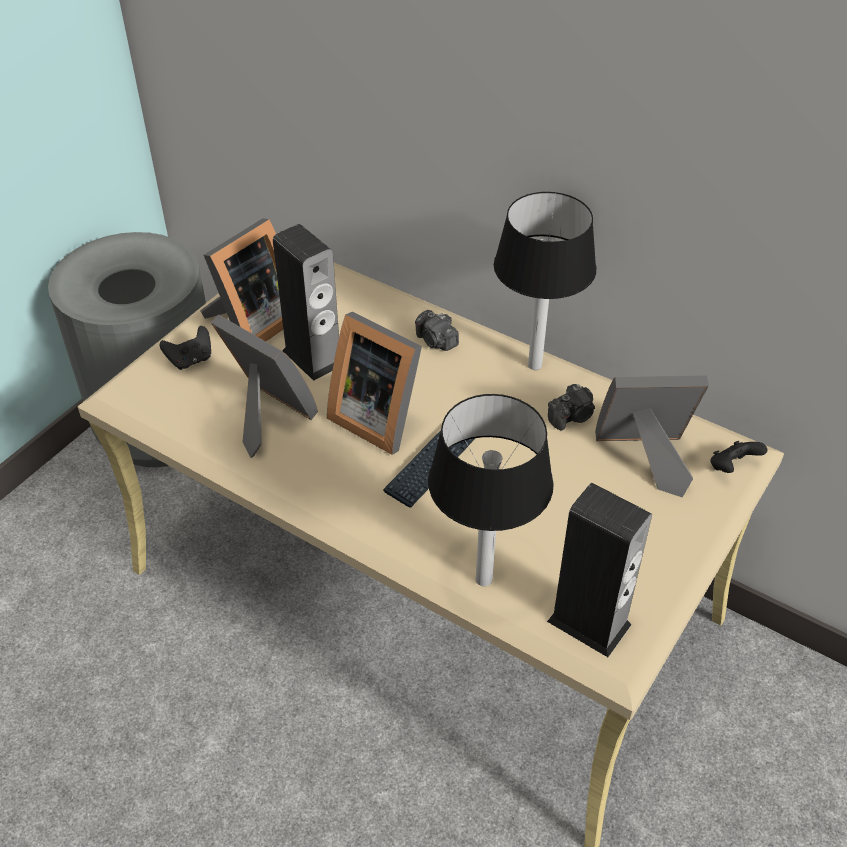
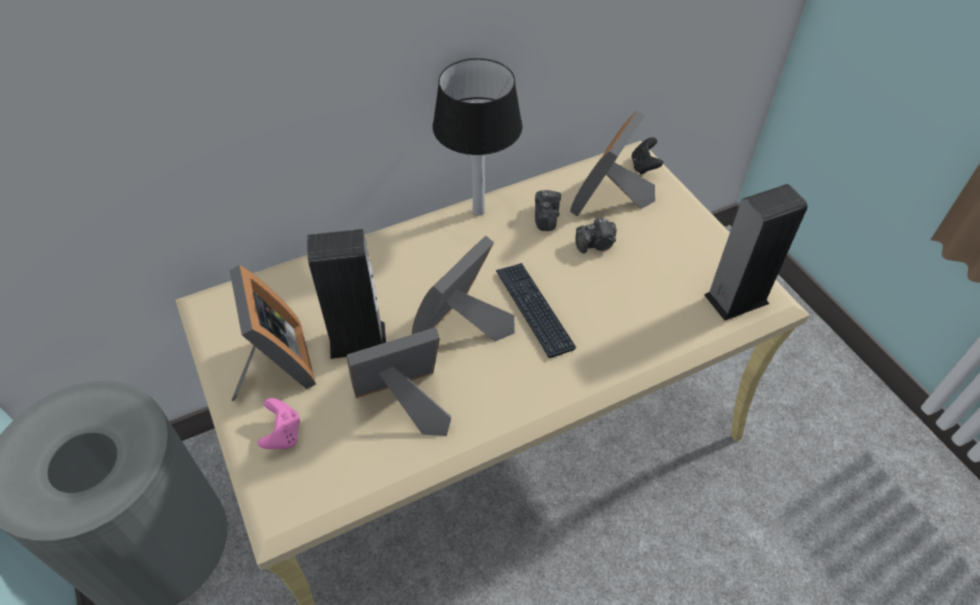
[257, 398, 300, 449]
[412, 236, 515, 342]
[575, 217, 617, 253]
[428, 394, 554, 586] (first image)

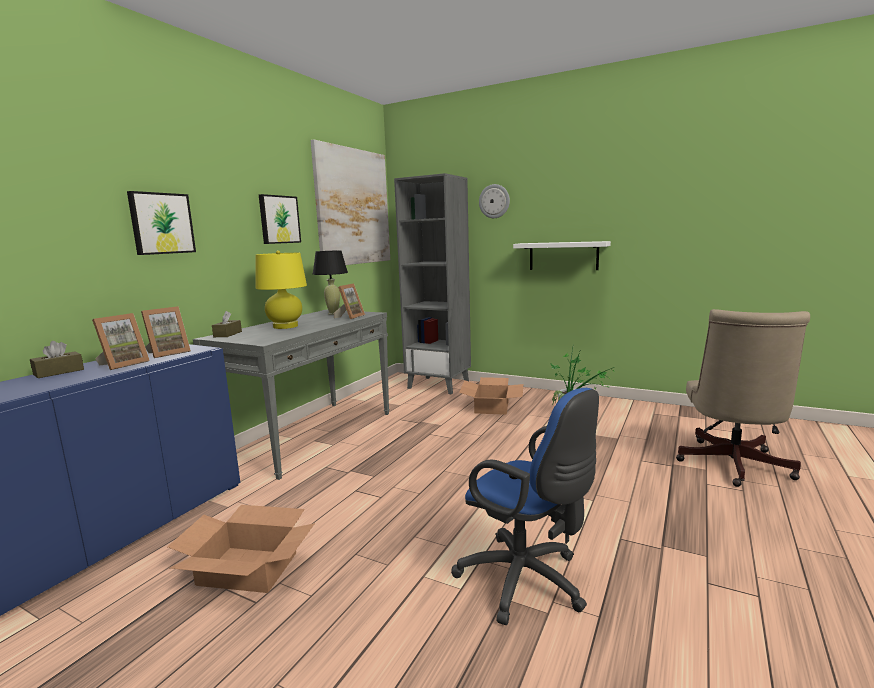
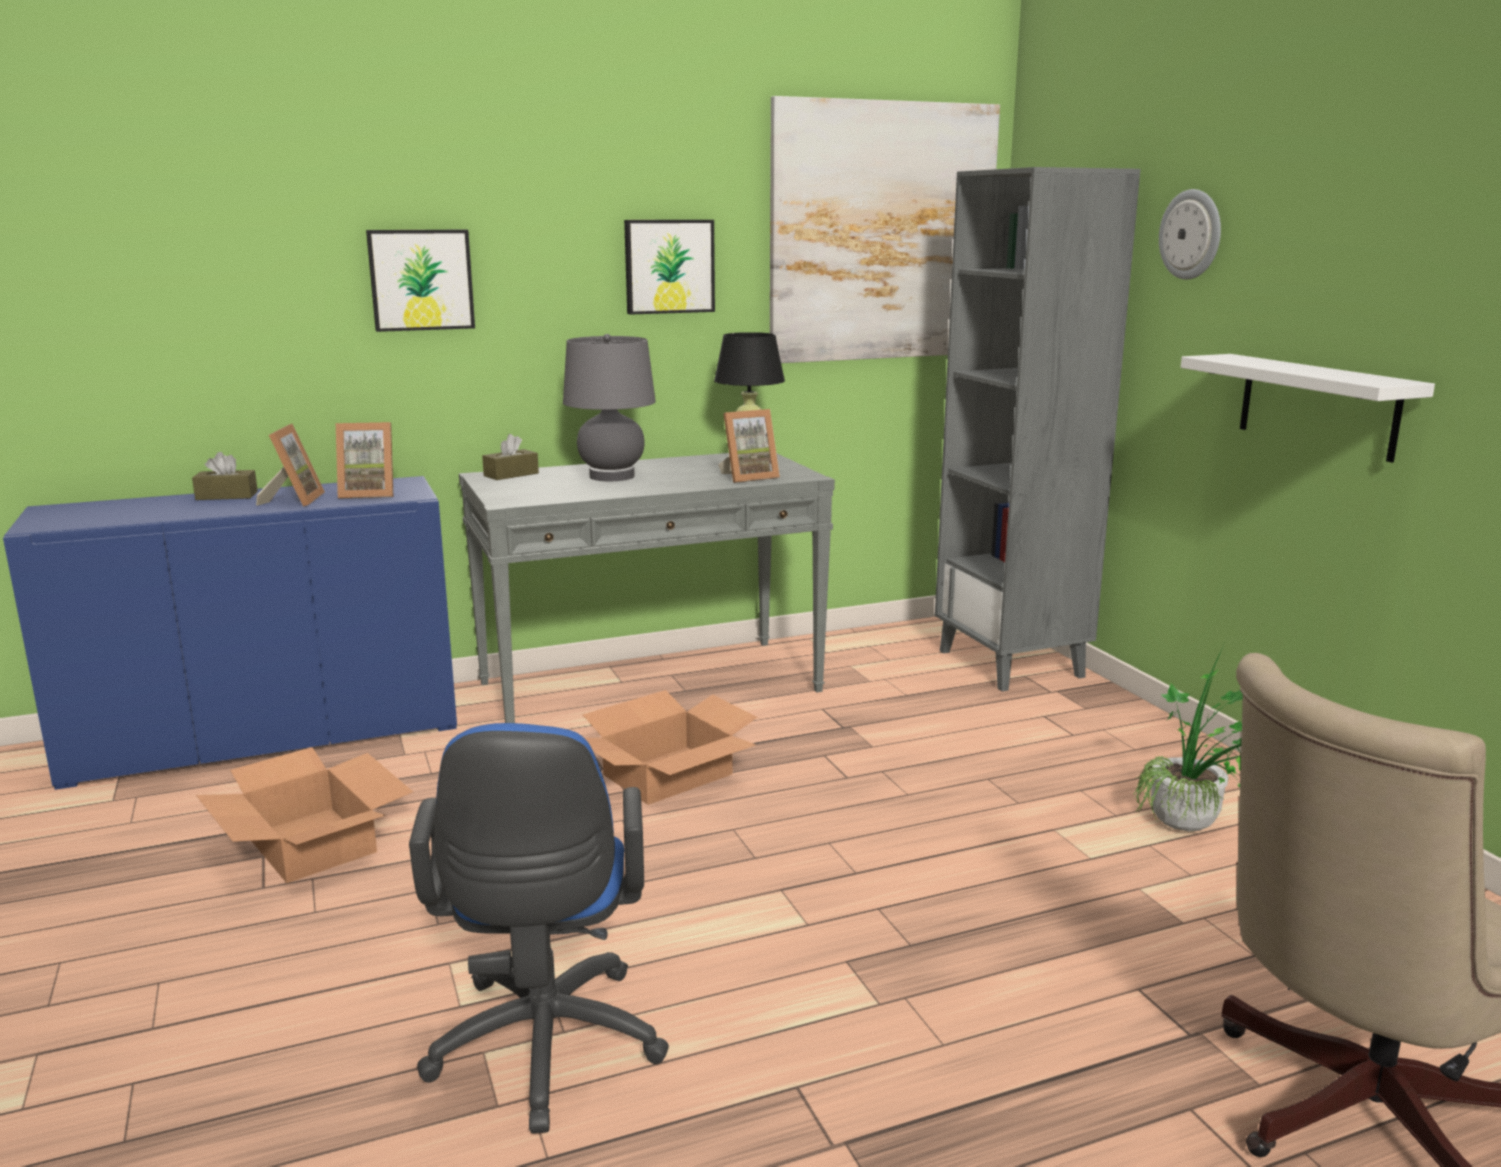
[256, 424, 325, 507]
[563, 334, 656, 481]
[582, 690, 757, 805]

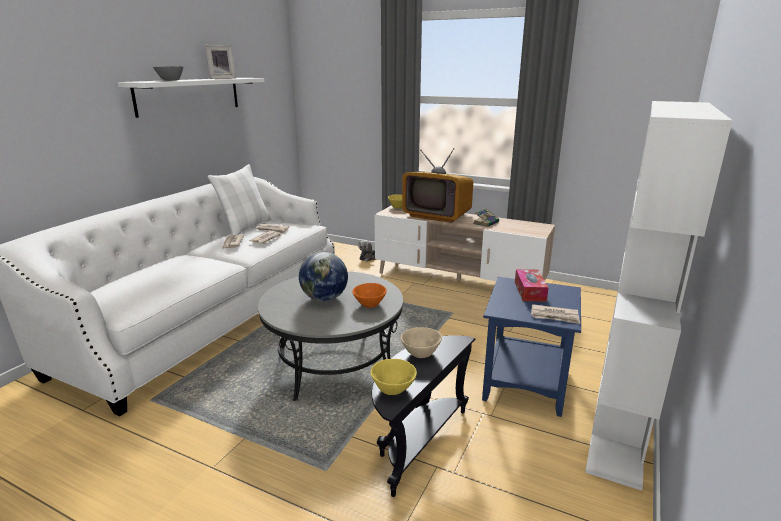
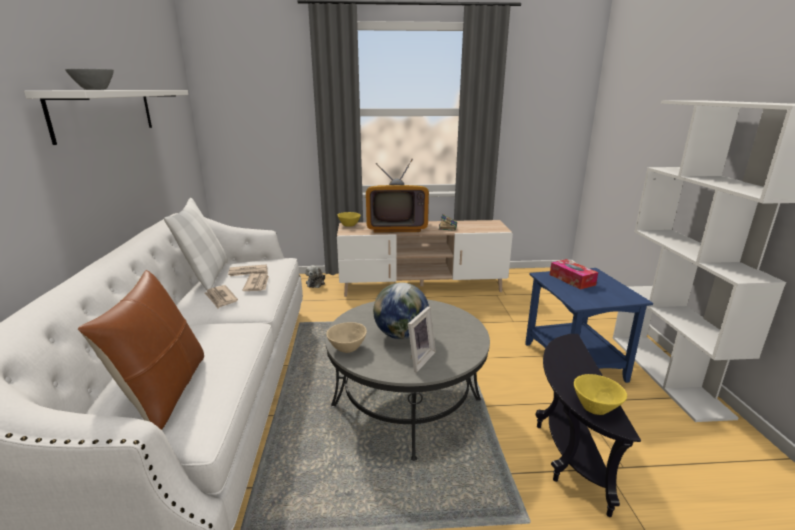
[408, 306, 436, 372]
[352, 283, 387, 308] (first image)
[326, 322, 367, 353]
[531, 304, 580, 324] (first image)
[78, 270, 204, 430]

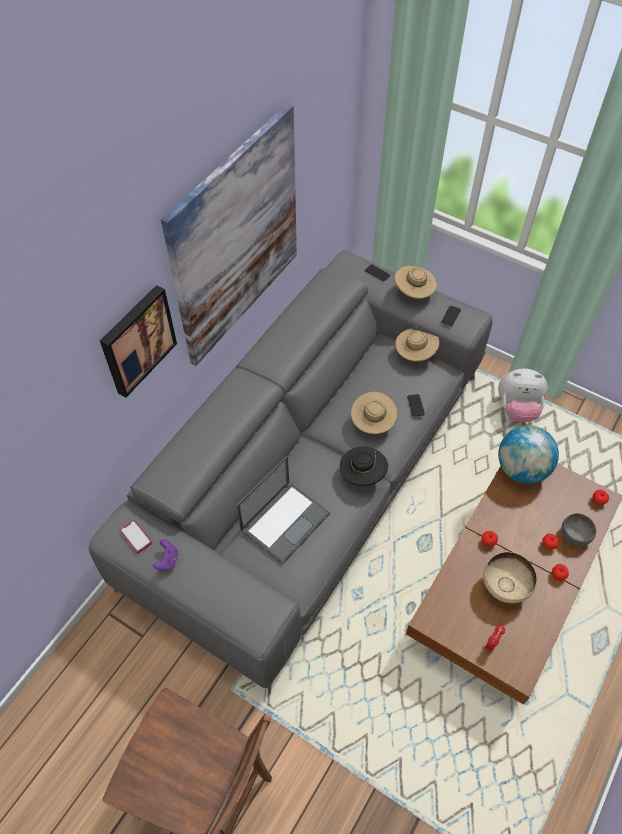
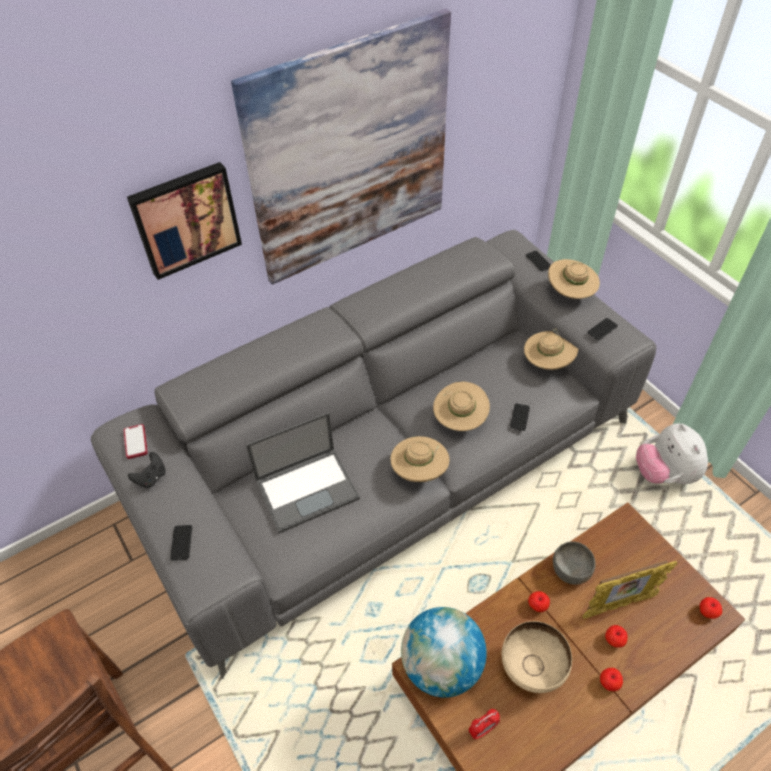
[128, 452, 166, 488]
[390, 436, 450, 482]
[636, 424, 708, 484]
[401, 607, 487, 698]
[553, 541, 596, 584]
[170, 525, 192, 561]
[582, 560, 677, 619]

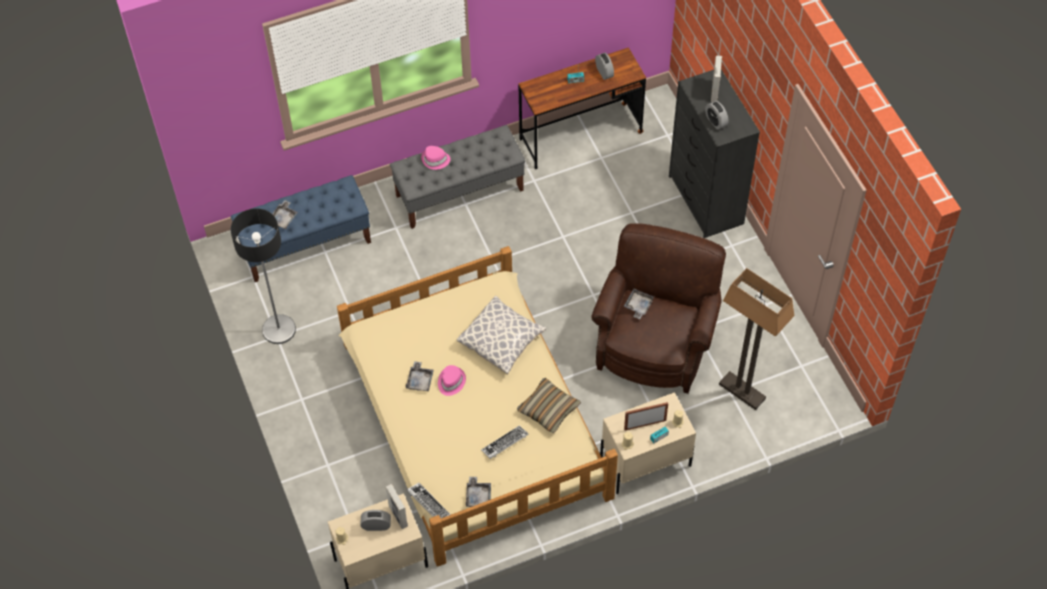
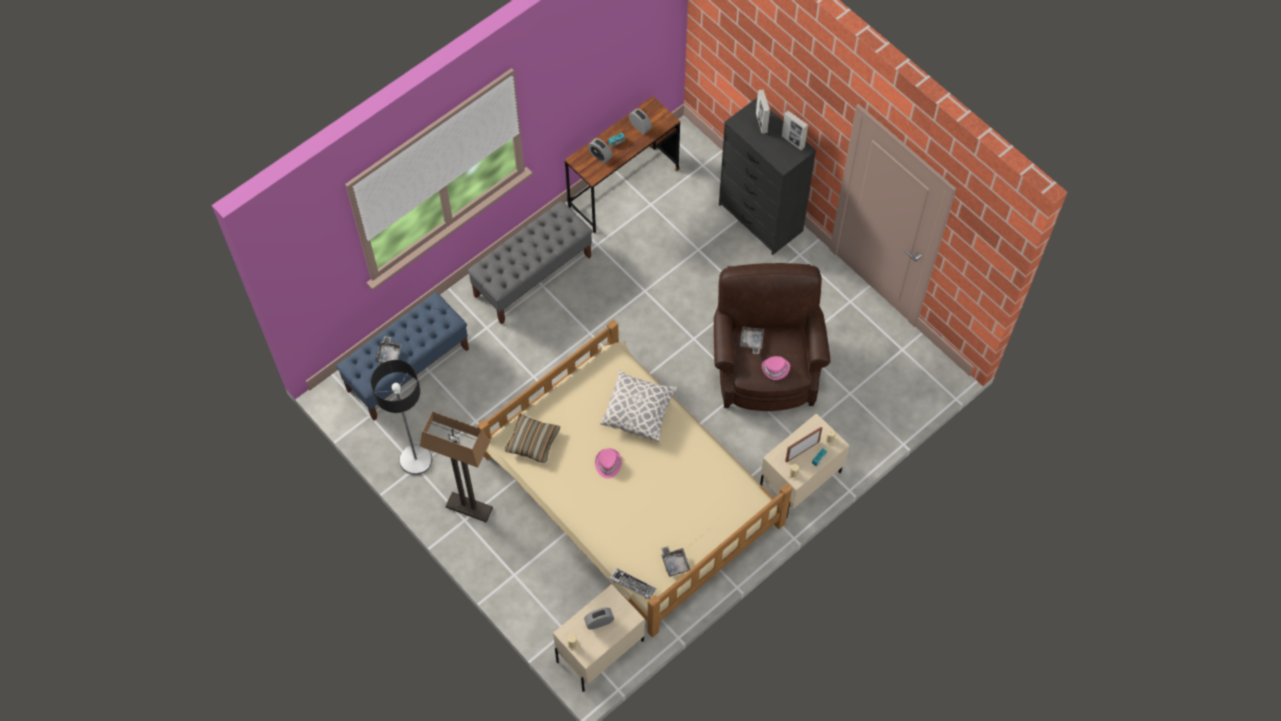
[782, 110, 808, 150]
[406, 361, 434, 391] (first image)
[762, 356, 790, 380]
[481, 425, 529, 459] (first image)
[505, 414, 561, 463]
[588, 138, 613, 163]
[420, 412, 493, 522]

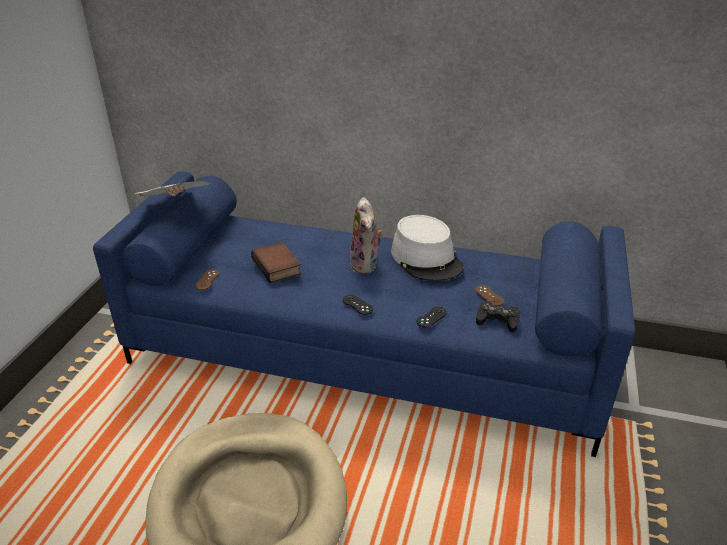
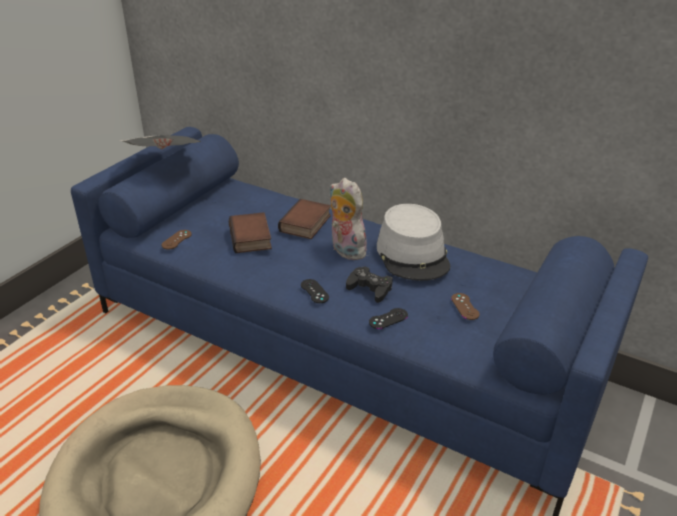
[330, 178, 368, 260]
[346, 266, 393, 303]
[278, 199, 331, 239]

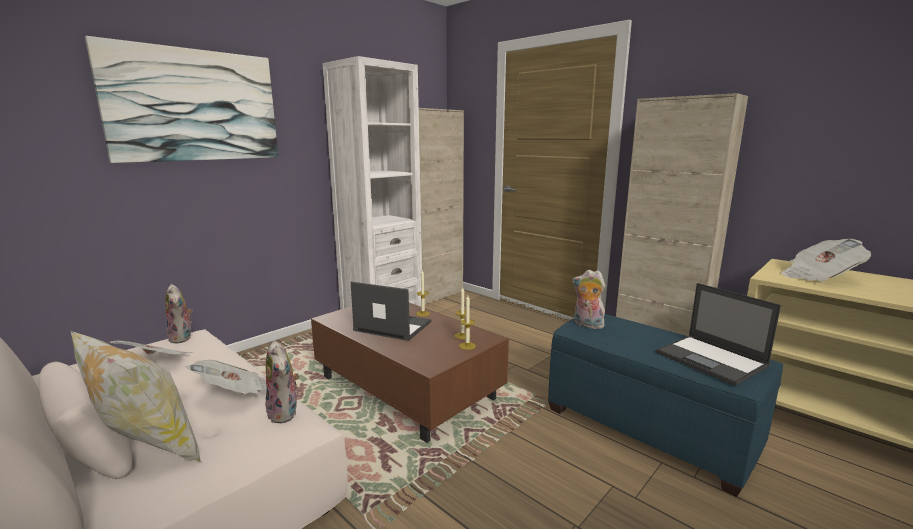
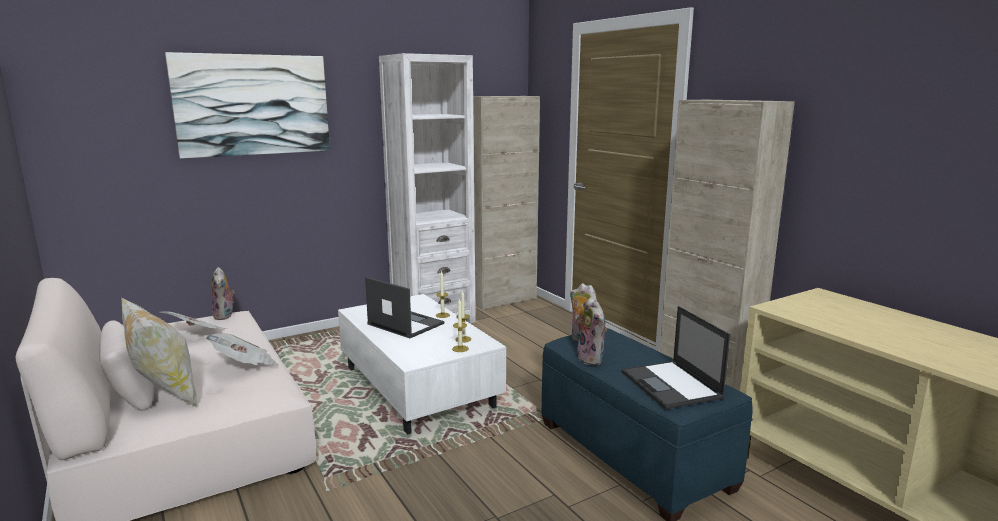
[577, 297, 607, 365]
[338, 294, 506, 435]
[781, 239, 871, 281] (first image)

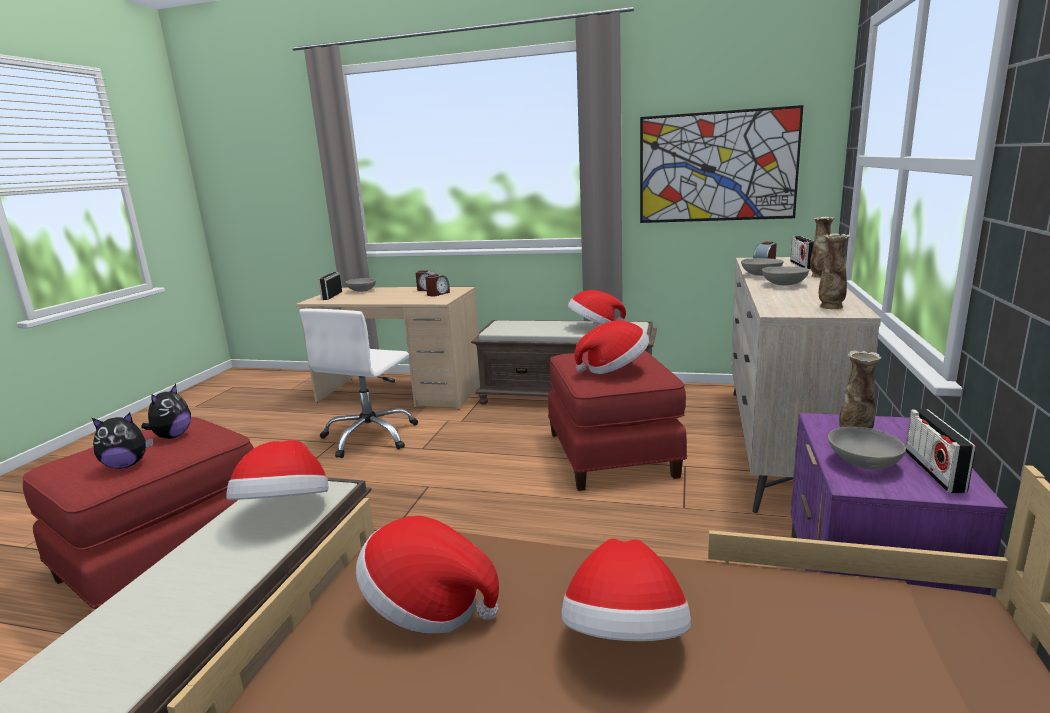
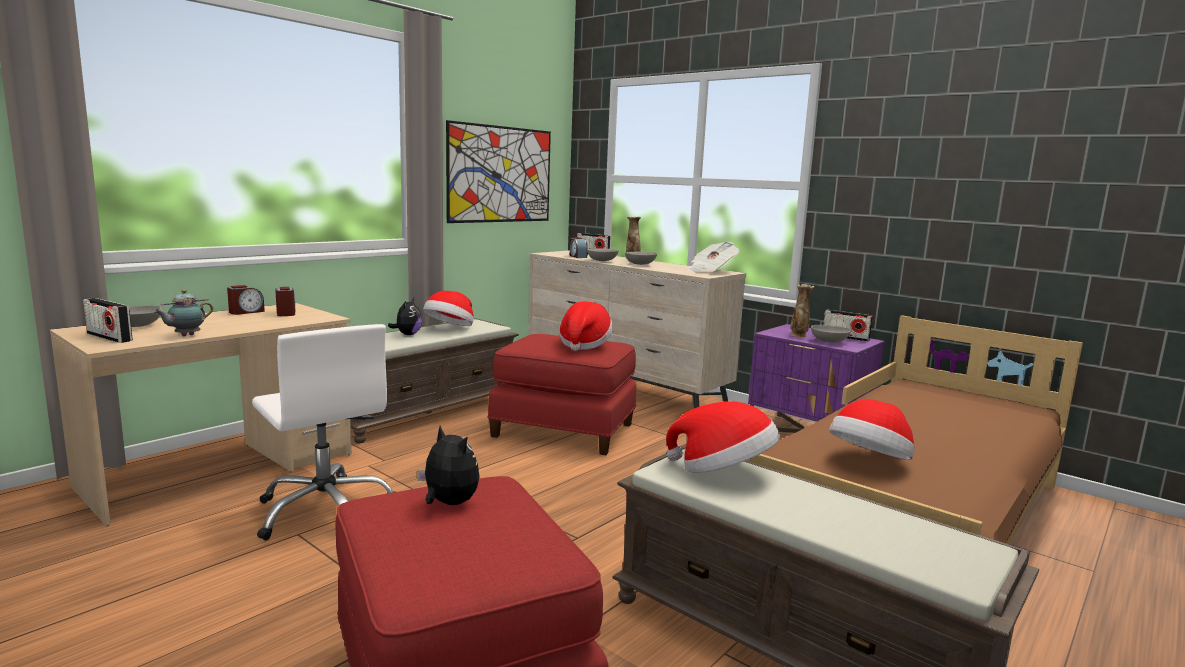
[388, 298, 422, 335]
[561, 539, 691, 641] (first image)
[687, 242, 740, 272]
[154, 290, 213, 336]

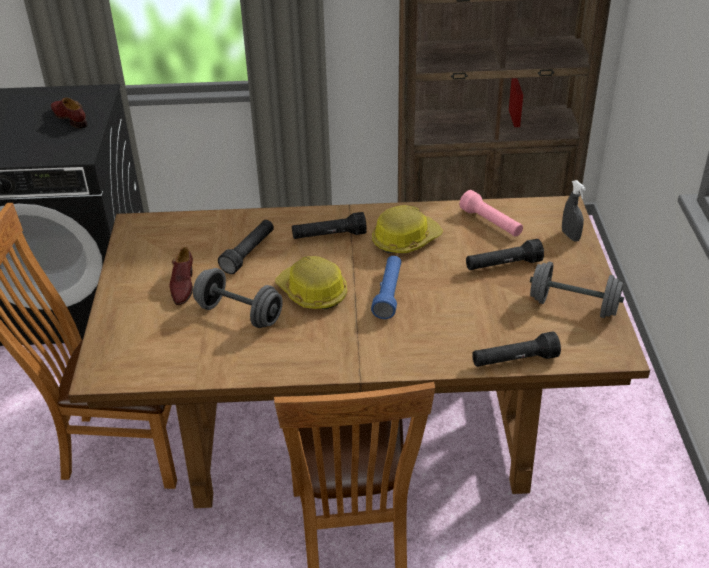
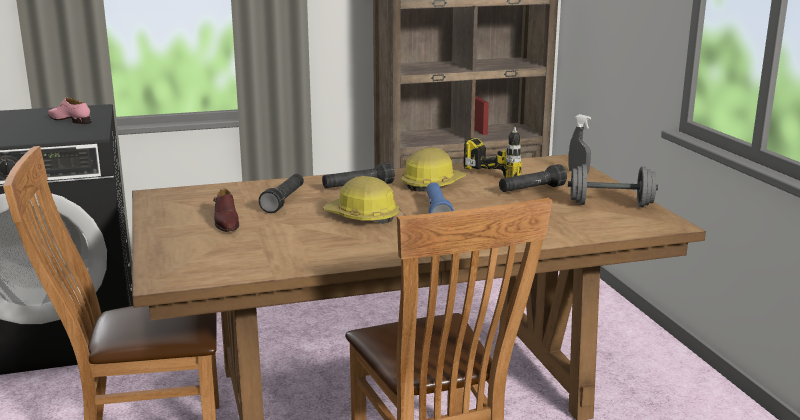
[48, 97, 91, 124]
[193, 268, 283, 328] (first image)
[464, 127, 522, 178]
[472, 332, 561, 367] (first image)

